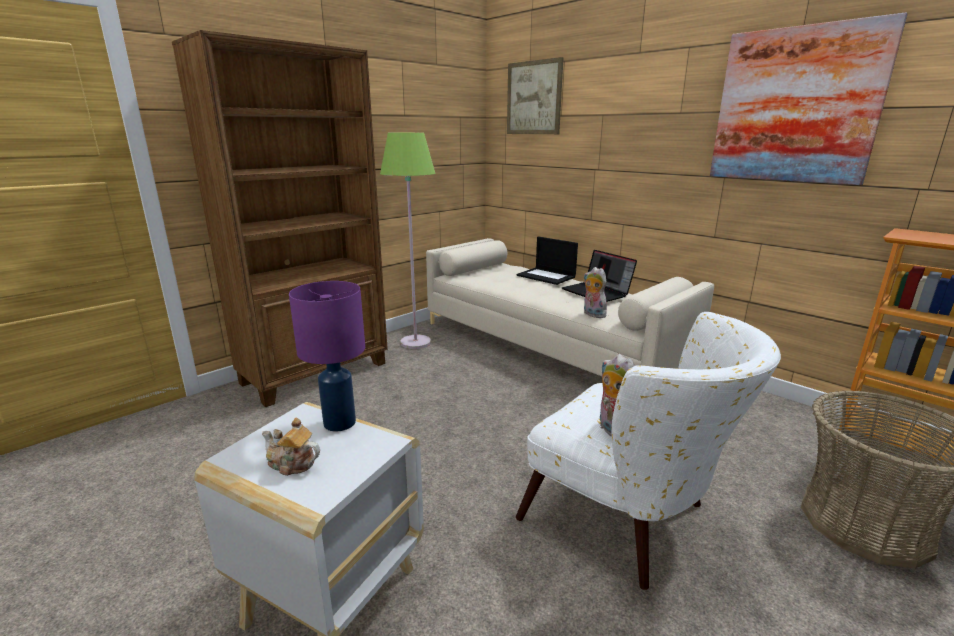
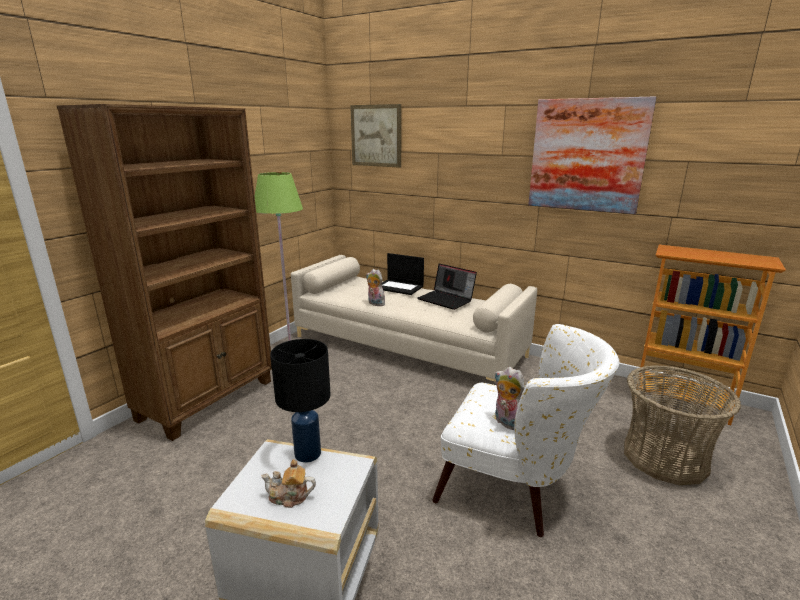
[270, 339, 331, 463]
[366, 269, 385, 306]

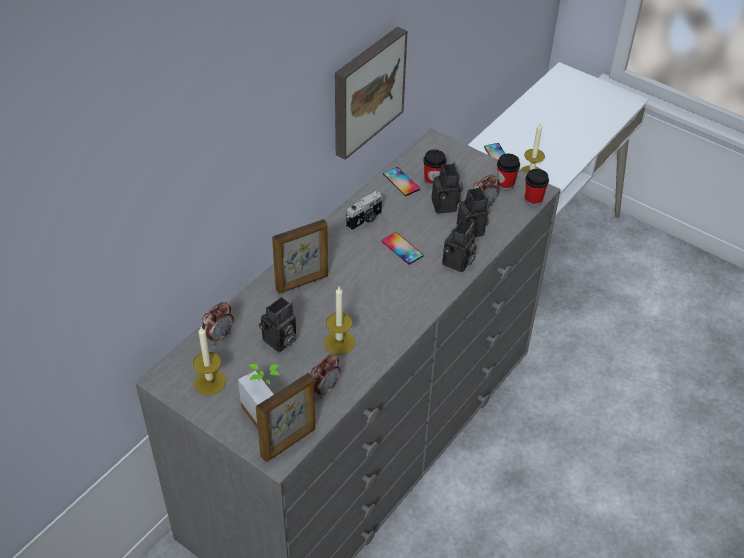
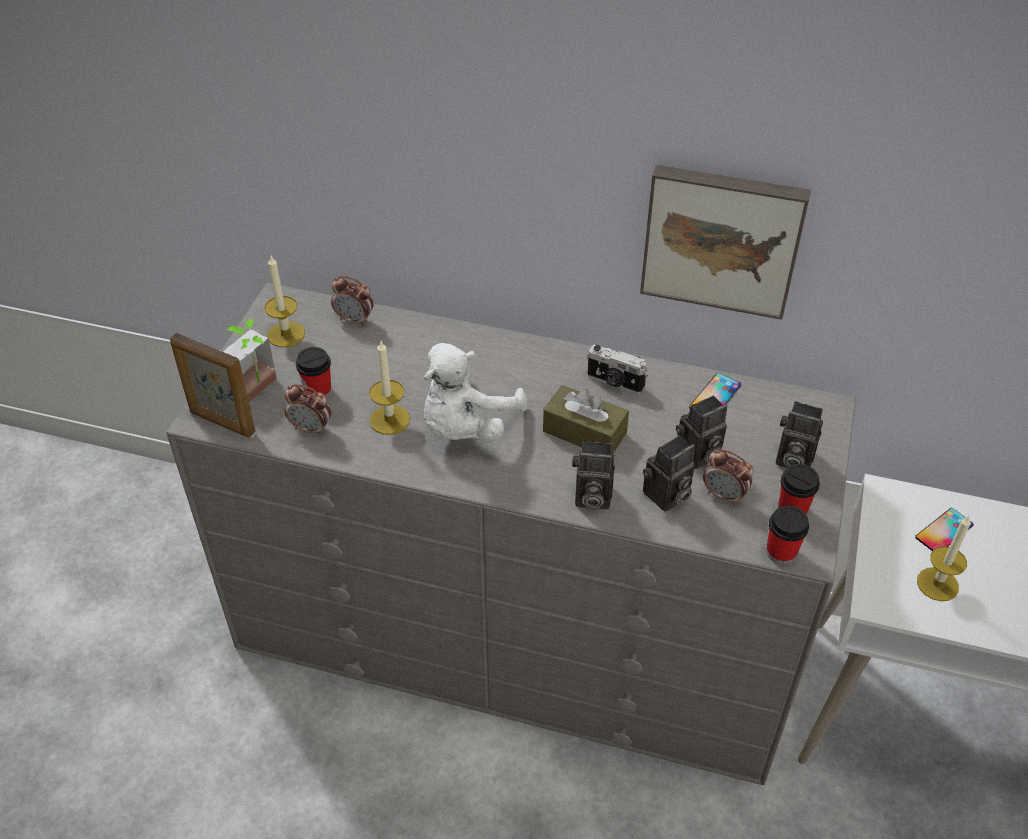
[776, 401, 823, 468]
[272, 219, 328, 294] (first image)
[543, 385, 629, 453]
[296, 347, 331, 398]
[423, 343, 528, 443]

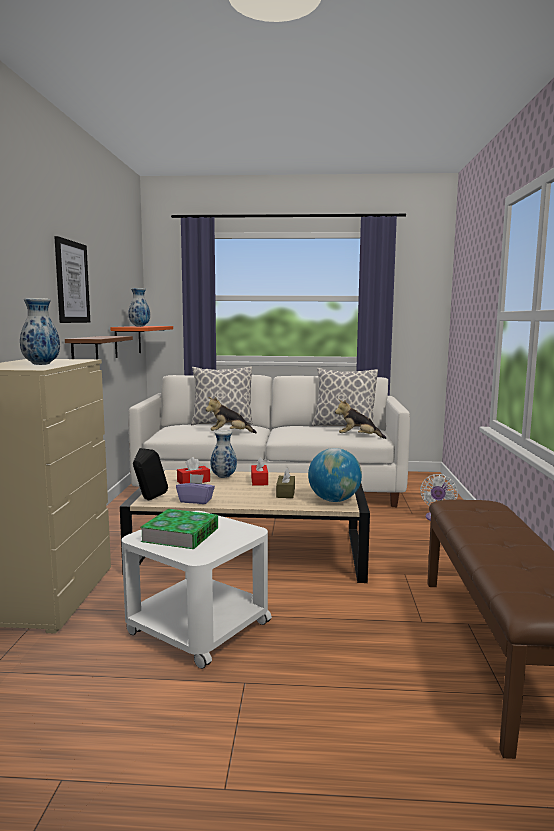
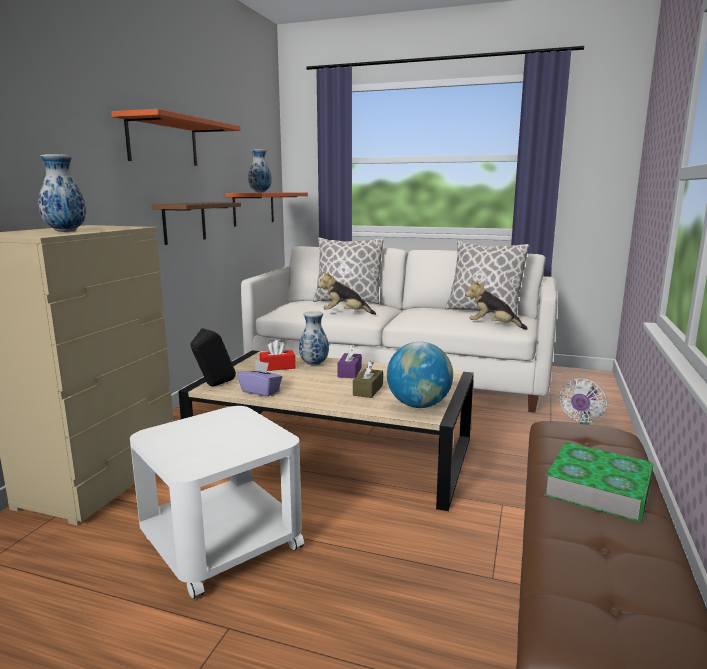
[111, 109, 241, 166]
[544, 442, 654, 522]
[337, 345, 361, 378]

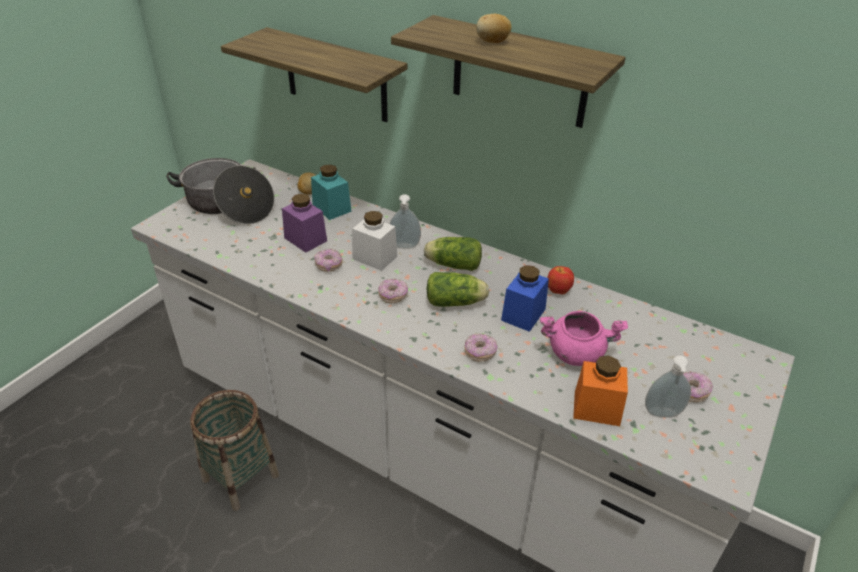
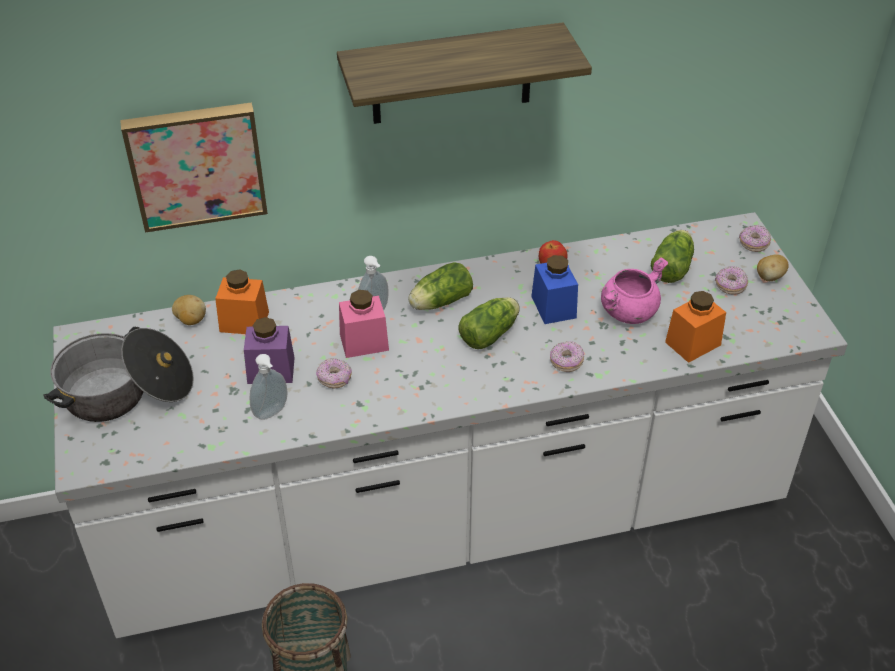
[120, 102, 268, 233]
[215, 269, 269, 334]
[339, 290, 389, 358]
[739, 225, 771, 252]
[757, 254, 789, 281]
[250, 354, 288, 420]
[651, 230, 694, 283]

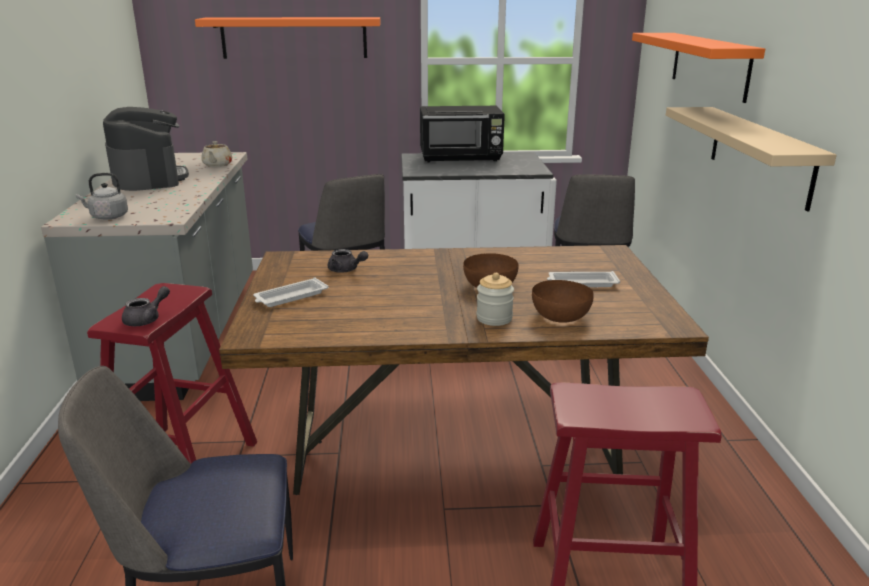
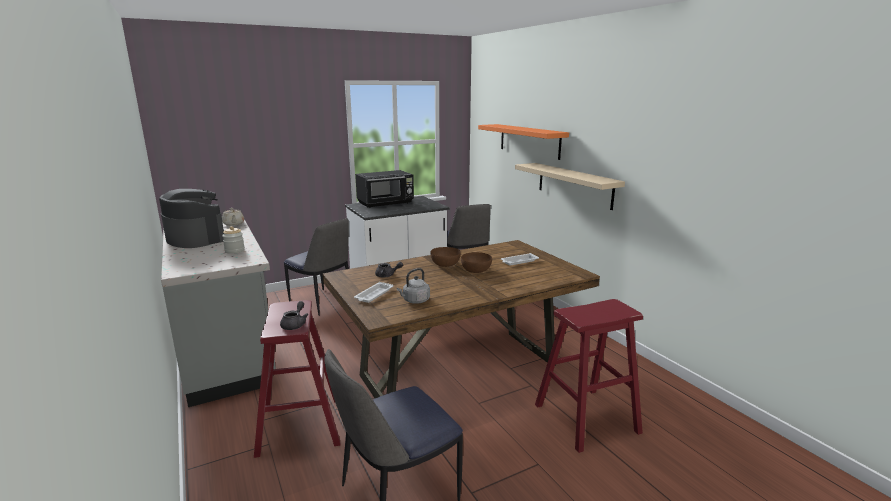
[396, 268, 430, 304]
[195, 17, 381, 59] (first image)
[222, 226, 245, 254]
[431, 247, 461, 267]

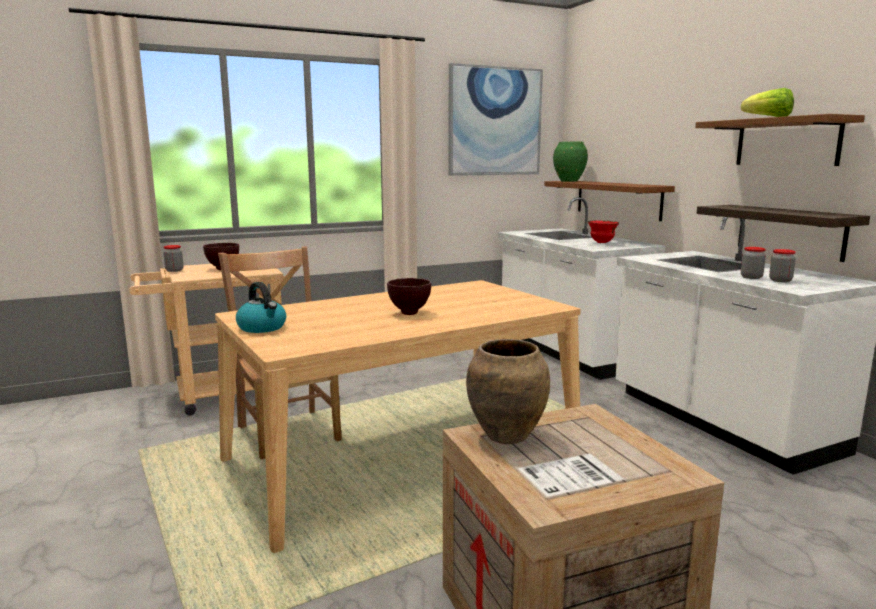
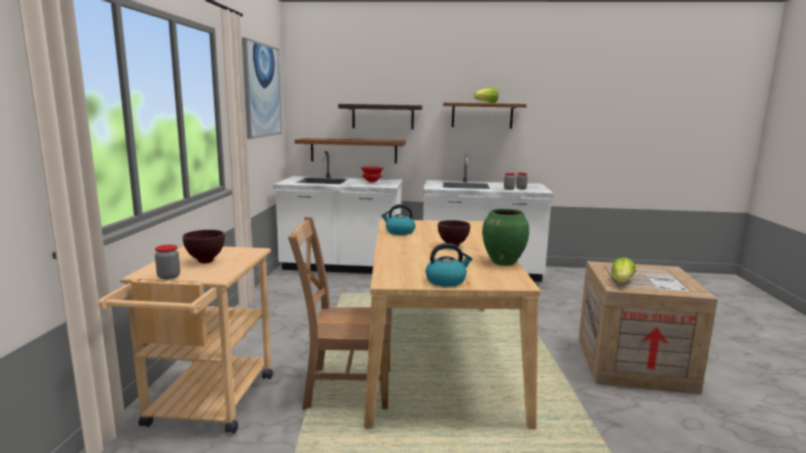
[611, 257, 636, 283]
[482, 209, 529, 265]
[338, 104, 423, 129]
[381, 204, 415, 235]

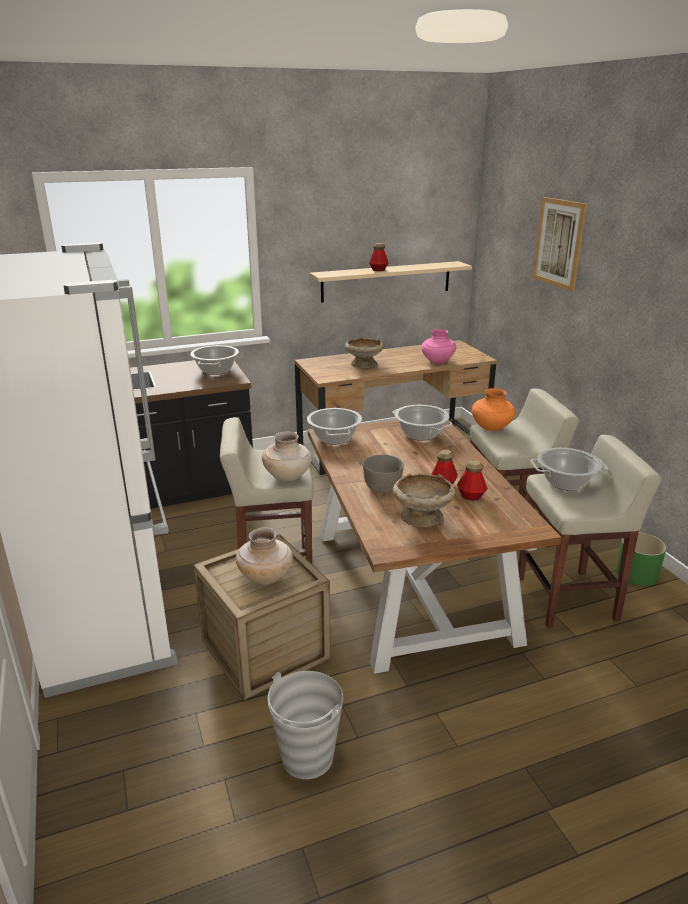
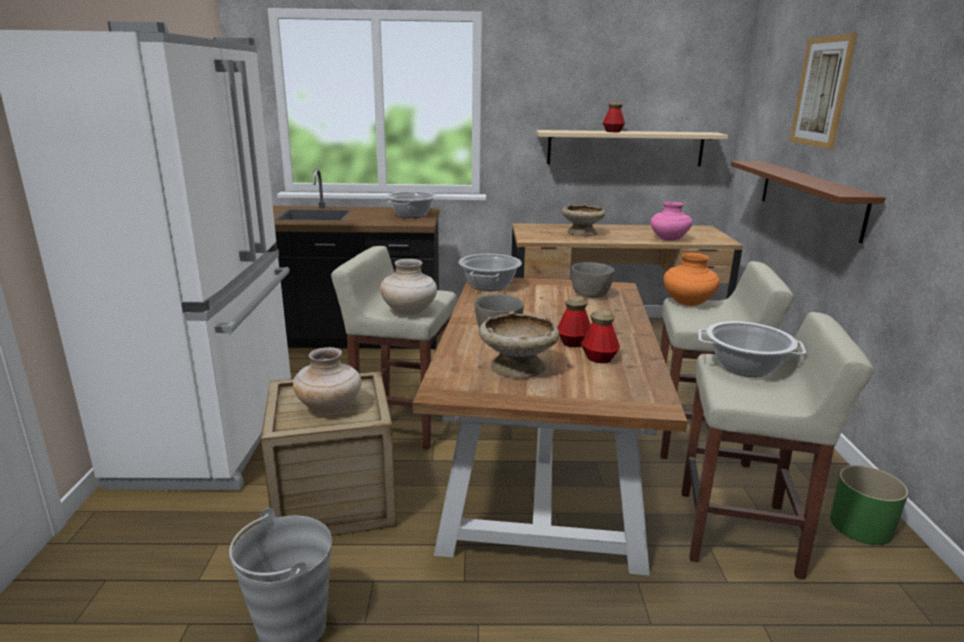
[572, 262, 614, 298]
[731, 161, 885, 243]

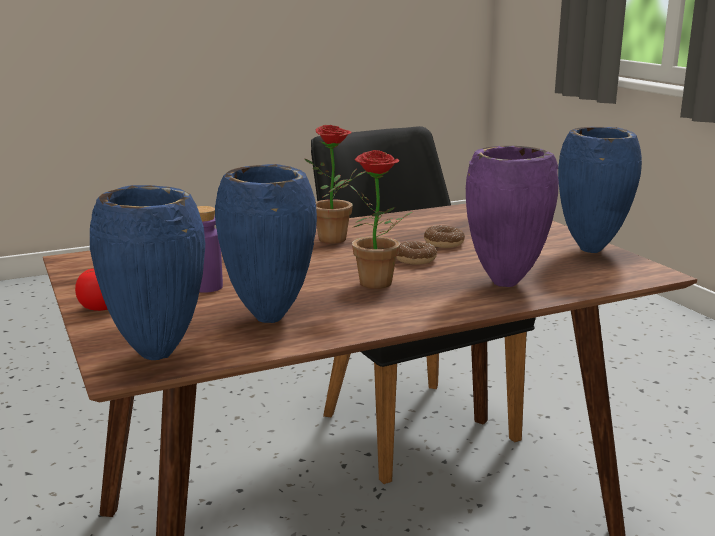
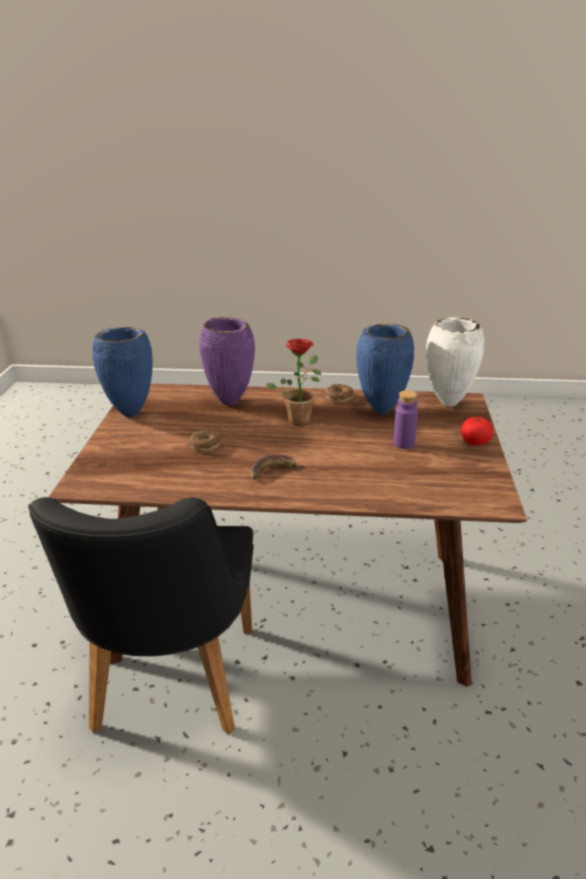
[426, 317, 484, 406]
[250, 455, 303, 479]
[325, 384, 354, 402]

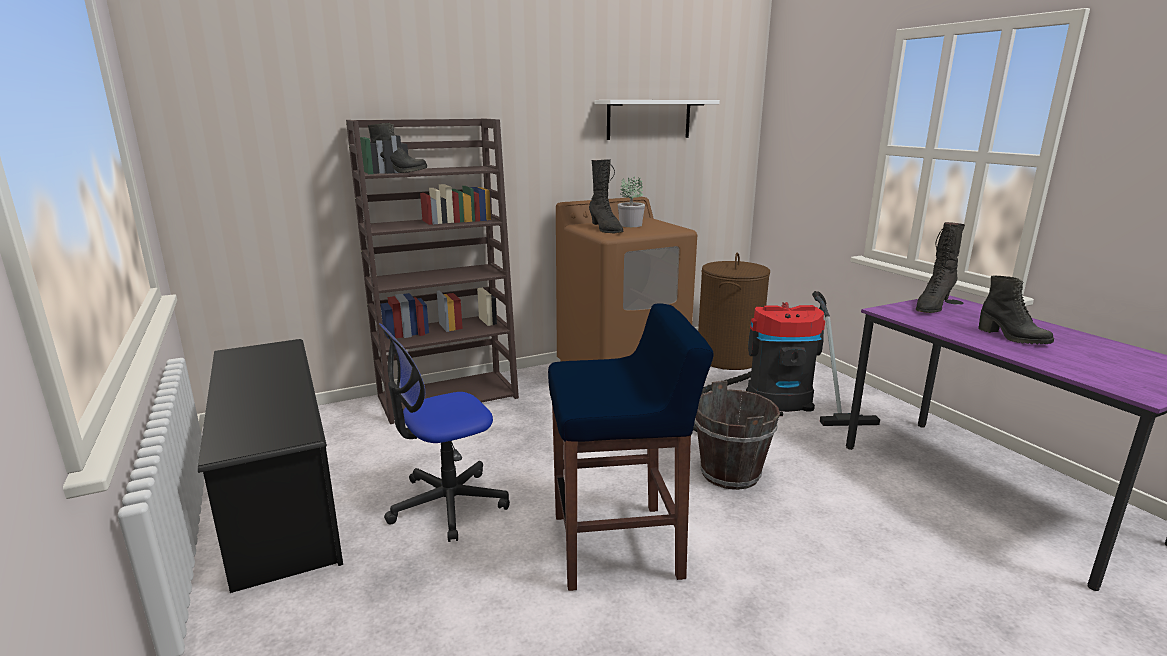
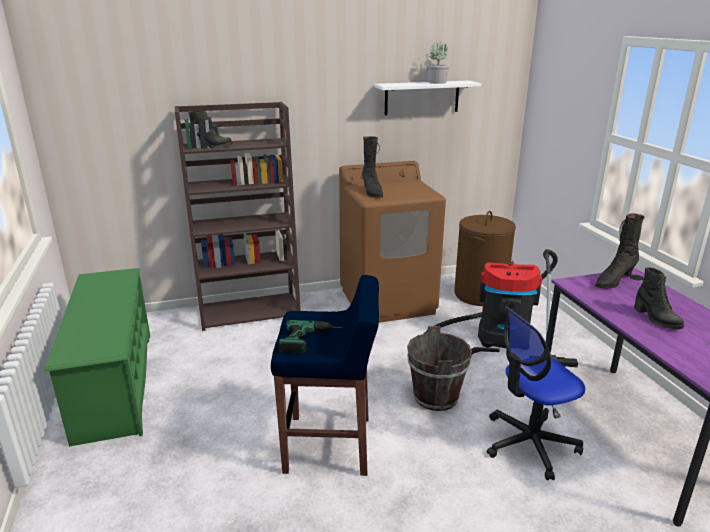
[44, 268, 150, 447]
[487, 307, 585, 480]
[427, 42, 449, 84]
[279, 320, 343, 354]

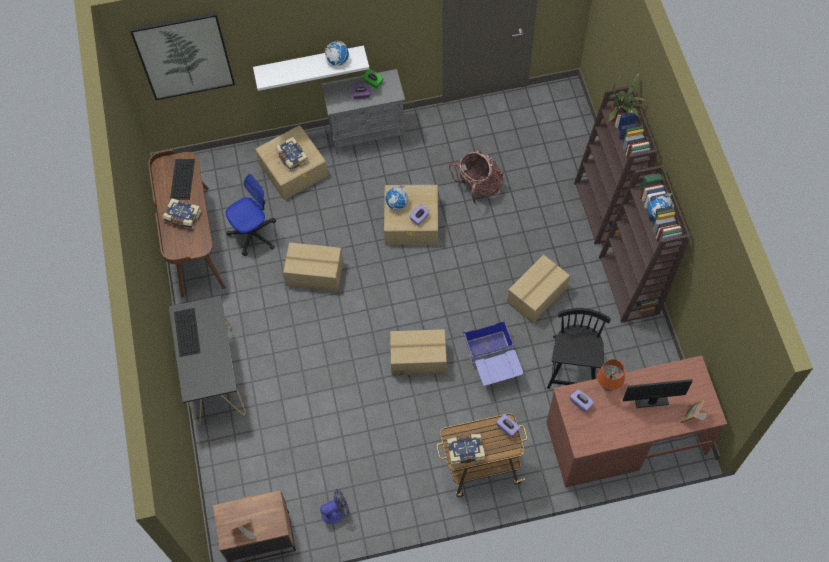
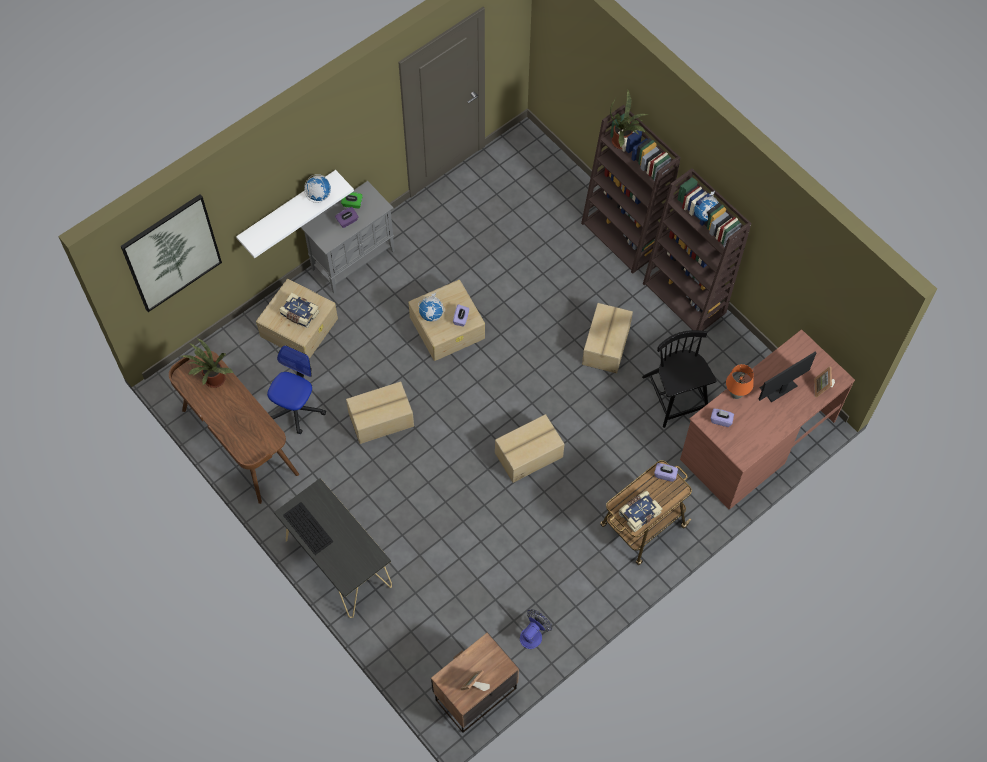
[163, 198, 202, 229] (first image)
[179, 338, 233, 388]
[449, 150, 503, 205] (first image)
[463, 318, 524, 386] (first image)

